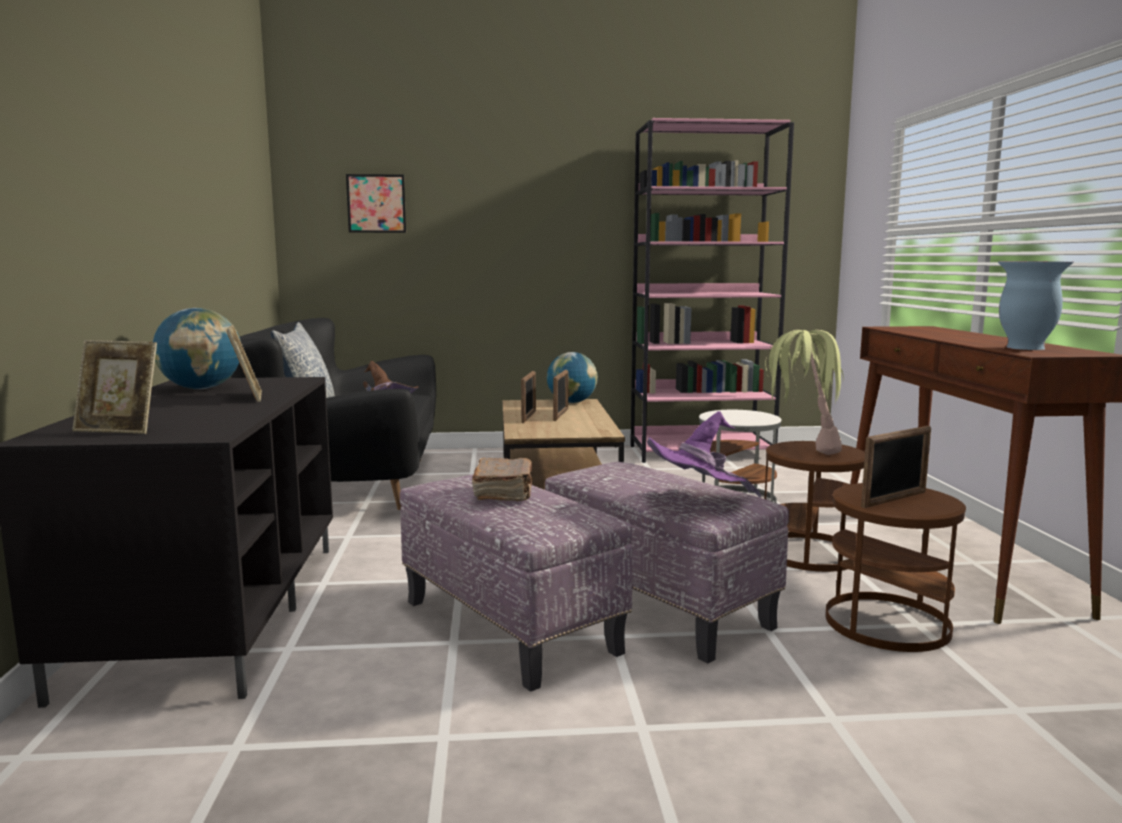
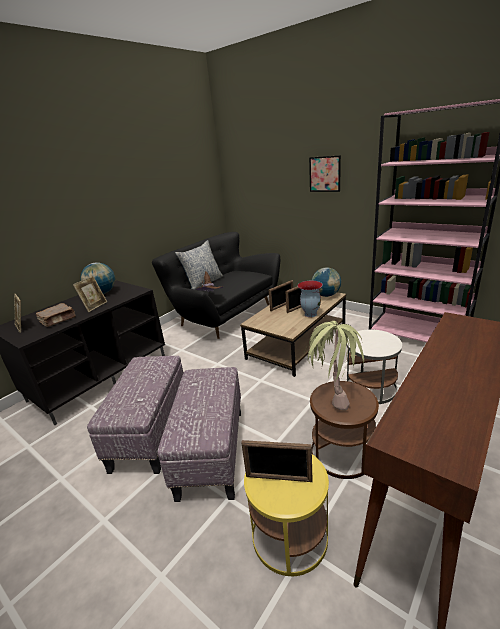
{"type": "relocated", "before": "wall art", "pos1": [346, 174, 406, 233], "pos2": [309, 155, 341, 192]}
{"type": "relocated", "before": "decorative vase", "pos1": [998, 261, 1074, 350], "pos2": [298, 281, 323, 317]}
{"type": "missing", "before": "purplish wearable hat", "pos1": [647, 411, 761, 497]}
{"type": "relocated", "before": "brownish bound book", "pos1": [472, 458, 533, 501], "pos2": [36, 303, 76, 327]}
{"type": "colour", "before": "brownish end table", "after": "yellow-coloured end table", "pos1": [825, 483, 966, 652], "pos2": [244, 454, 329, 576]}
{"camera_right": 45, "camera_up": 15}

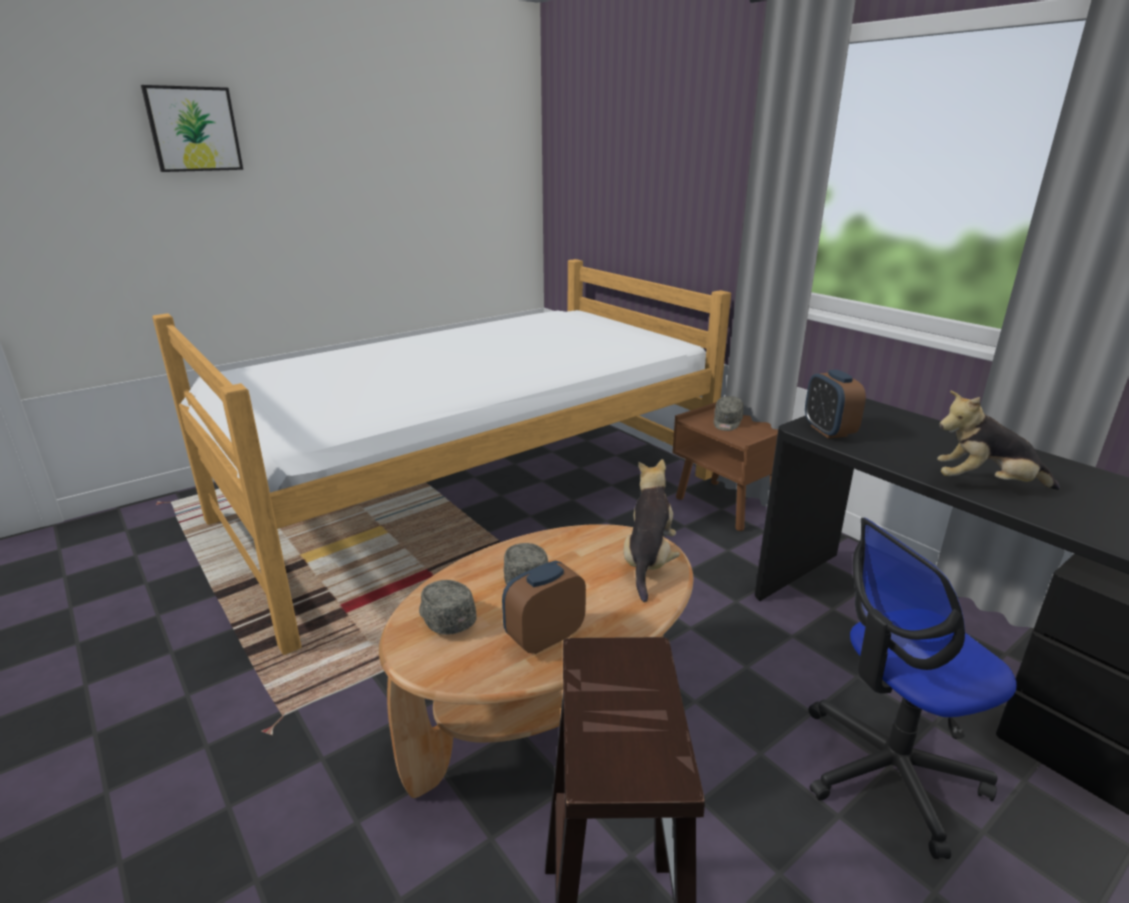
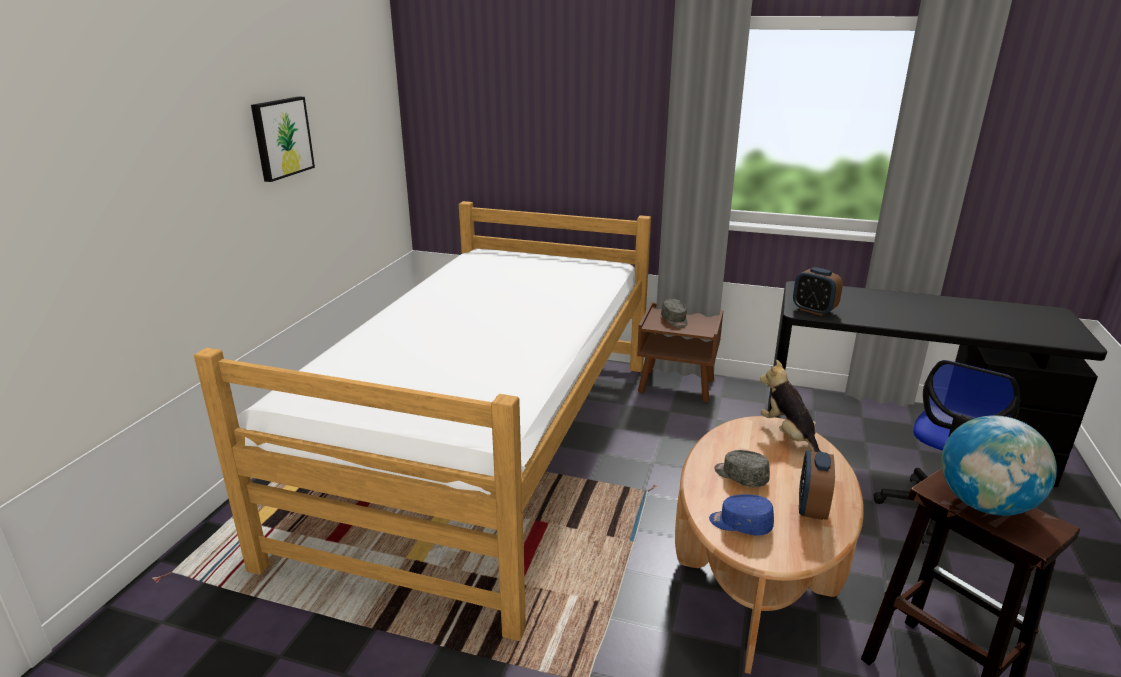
{"type": "relocated", "before": "wall art", "pos1": [141, 85, 243, 172], "pos2": [251, 97, 315, 182]}
{"type": "missing", "before": "plush toy", "pos1": [937, 390, 1060, 490]}
{"type": "colour", "before": "gray peaked cap", "after": "bluish peaked cap", "pos1": [419, 580, 477, 635], "pos2": [709, 494, 774, 536]}
{"type": "appeared", "after": "world globe", "pos2": [941, 415, 1057, 516]}
{"camera_right": -35, "camera_up": 0}

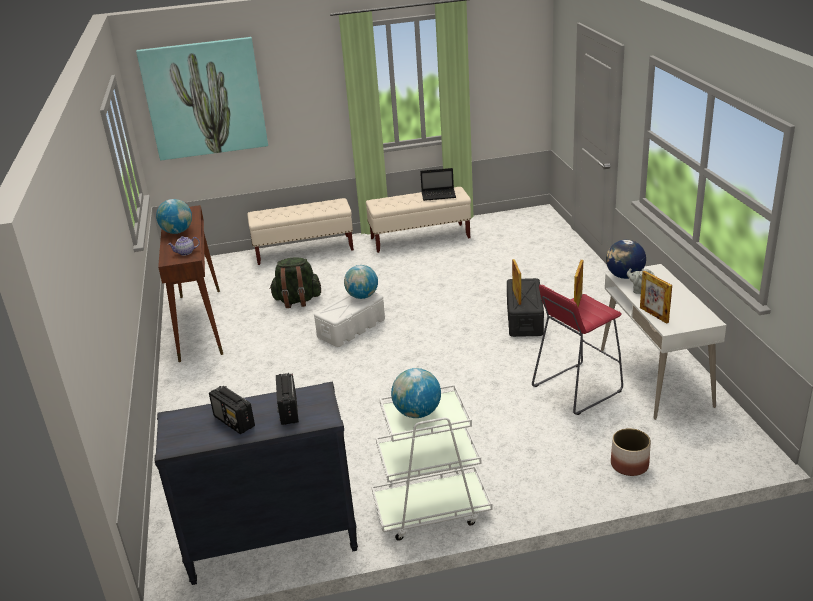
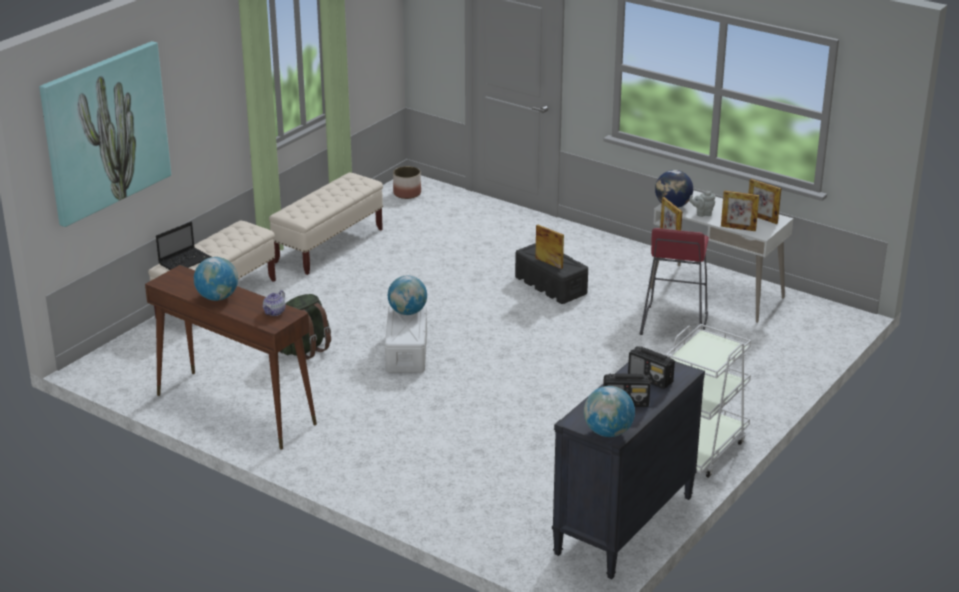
{"type": "relocated", "before": "portable computer", "pos1": [420, 168, 456, 201], "pos2": [156, 222, 211, 270]}
{"type": "relocated", "before": "world globe", "pos1": [391, 368, 441, 418], "pos2": [584, 386, 635, 437]}
{"type": "relocated", "before": "flower pot", "pos1": [611, 428, 651, 476], "pos2": [393, 166, 421, 199]}
{"type": "appeared", "after": "photo frame", "pos2": [748, 179, 781, 224]}
{"camera_right": -45, "camera_up": 0}

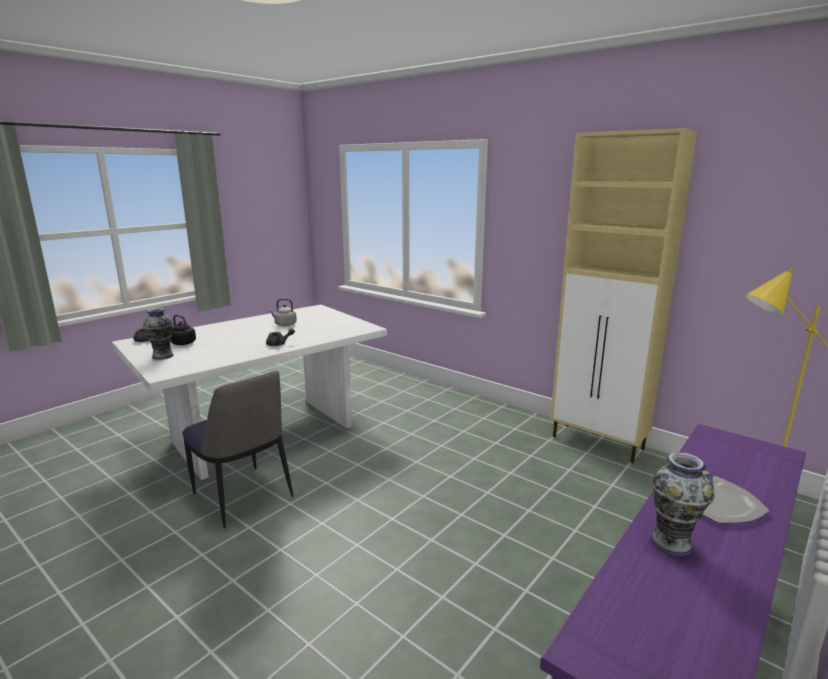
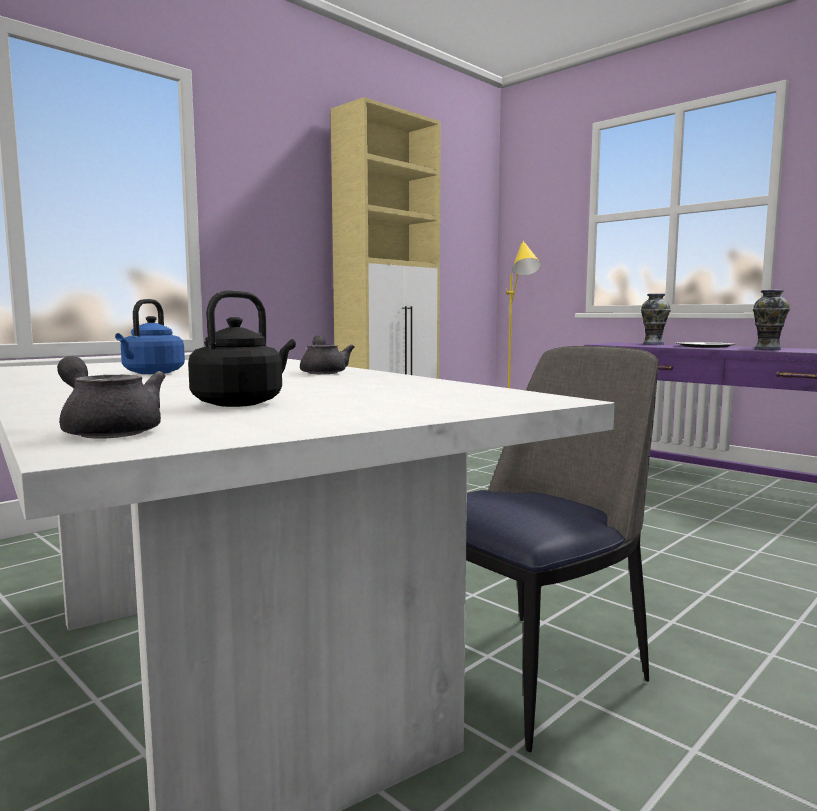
{"type": "colour", "before": "gray tea kettle", "after": "bluish tea kettle", "pos1": [269, 298, 297, 326], "pos2": [115, 299, 185, 374]}
{"type": "relocated", "before": "decorative vase", "pos1": [143, 308, 174, 360], "pos2": [641, 293, 671, 345]}
{"camera_right": -85, "camera_up": -10}

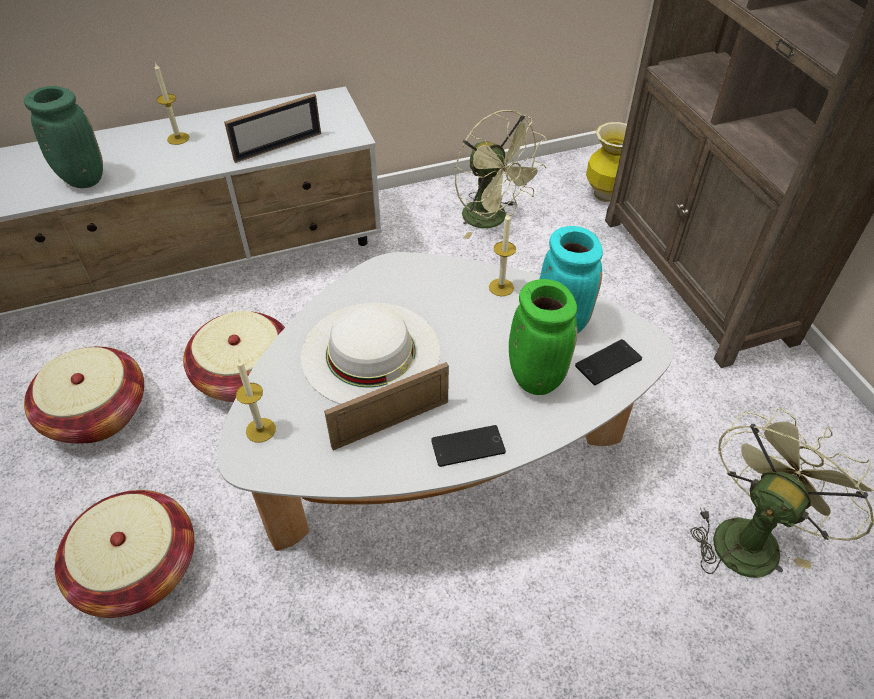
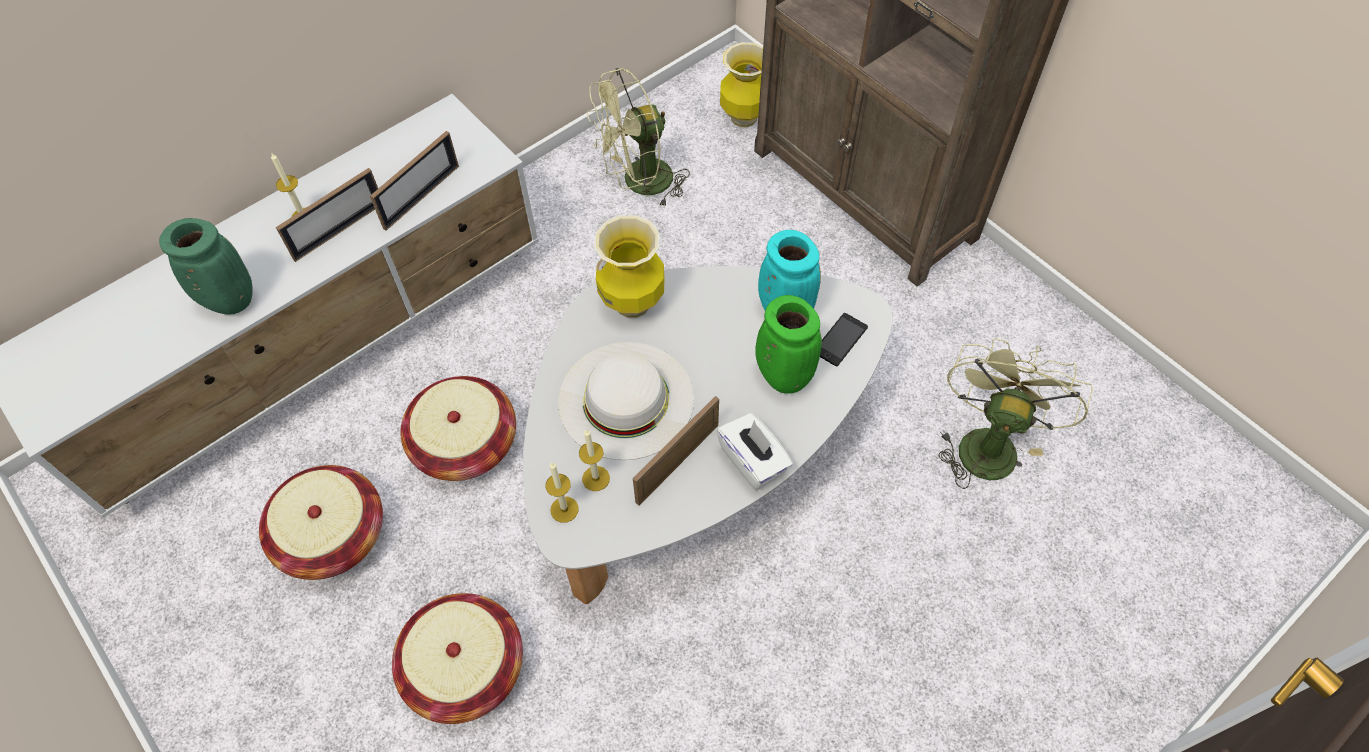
{"type": "spun", "before": "green-coloured fan", "pos1": [455, 110, 546, 239], "pos2": [587, 68, 690, 208], "turn": 120}
{"type": "relocated", "before": "candle", "pos1": [489, 213, 516, 296], "pos2": [579, 429, 610, 491]}
{"type": "exchanged", "before": "handset", "after": "white-coloured box of tissues", "pos1": [431, 425, 506, 467], "pos2": [716, 413, 793, 490]}
{"type": "appeared", "after": "photo frame", "pos2": [276, 168, 378, 262]}
{"type": "appeared", "after": "decorative vase", "pos2": [594, 215, 664, 318]}
{"camera_right": -20, "camera_up": 10}

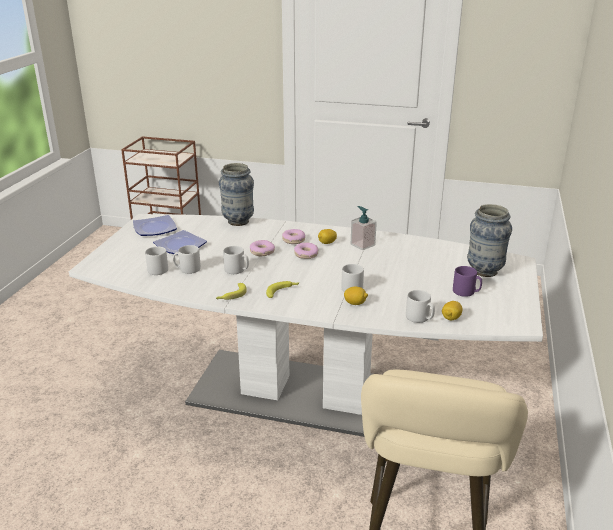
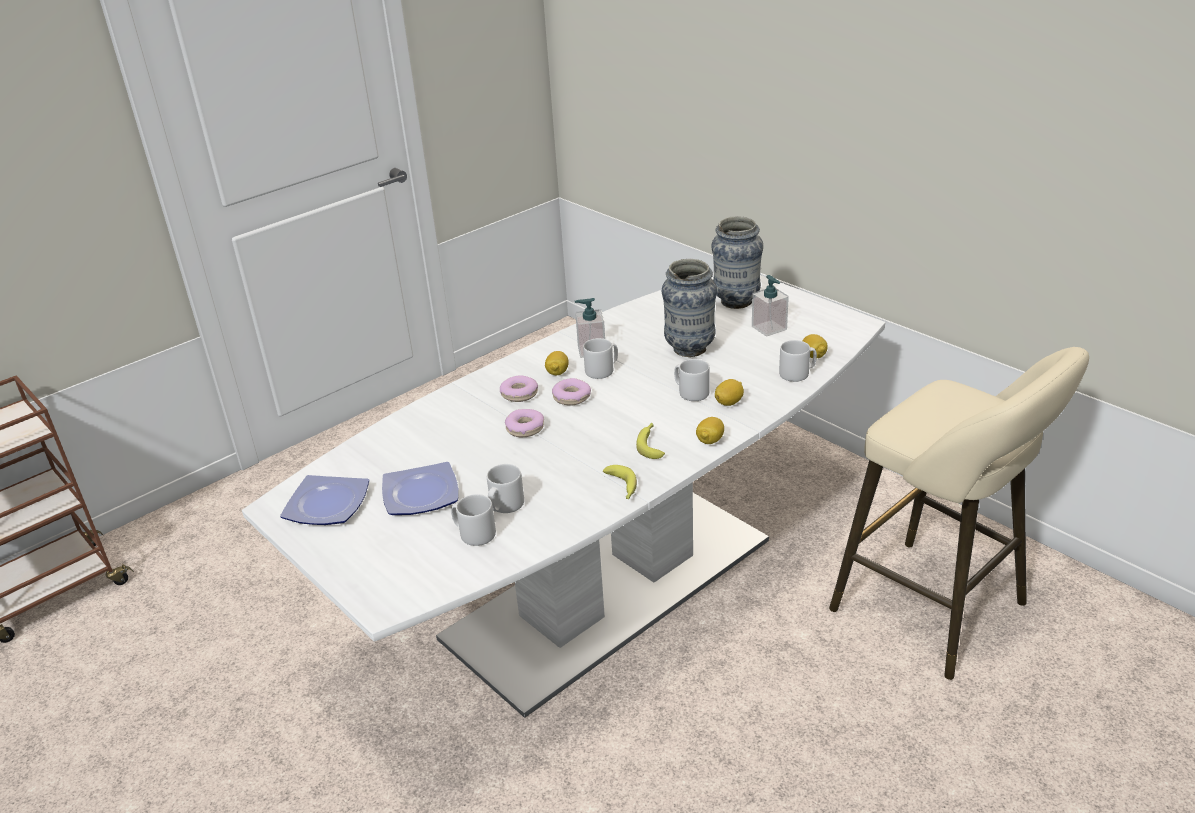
{"type": "relocated", "before": "decorative vase", "pos1": [219, 163, 254, 226], "pos2": [662, 259, 717, 357]}
{"type": "relocated", "before": "gray tea mug", "pos1": [223, 246, 249, 274], "pos2": [583, 338, 618, 379]}
{"type": "exchanged", "before": "purplish tea mug", "after": "liquid soap bottle", "pos1": [453, 266, 482, 297], "pos2": [752, 275, 789, 337]}
{"type": "appeared", "after": "lemon", "pos2": [696, 417, 724, 444]}
{"camera_right": -55, "camera_up": 5}

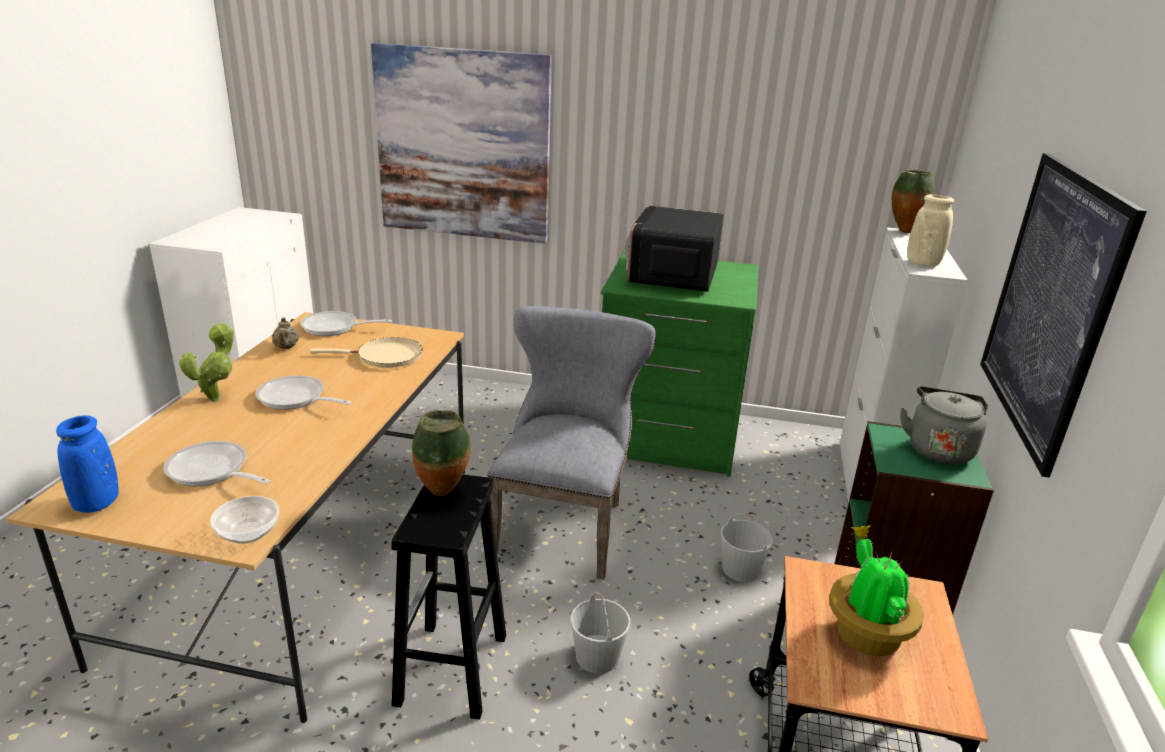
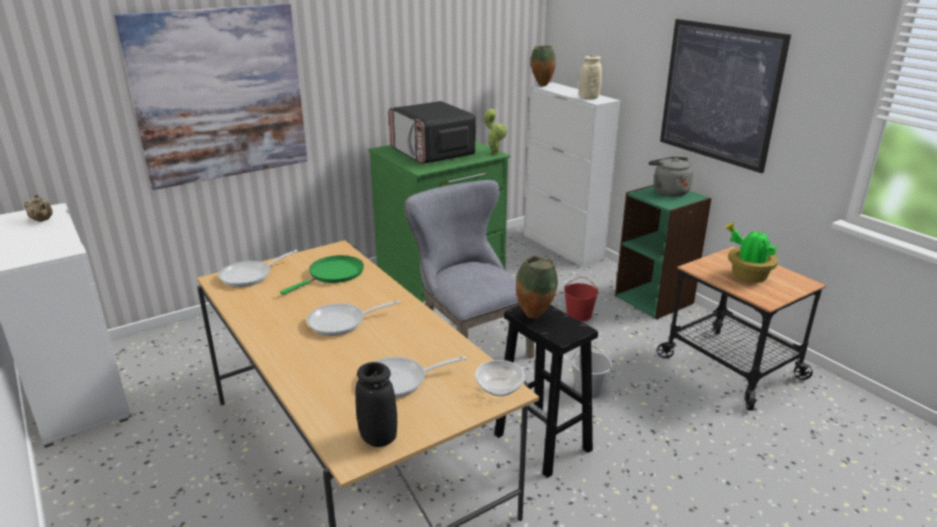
{"type": "relocated", "before": "beige pot for tea", "pos1": [272, 317, 299, 349], "pos2": [24, 194, 53, 222]}
{"type": "relocated", "before": "houseplant", "pos1": [179, 323, 234, 402], "pos2": [484, 109, 507, 154]}
{"type": "colour", "before": "beige frying pan", "after": "green-coloured frying pan", "pos1": [310, 337, 423, 368], "pos2": [280, 255, 364, 295]}
{"type": "colour", "before": "bluish decorative vase", "after": "black-coloured decorative vase", "pos1": [56, 415, 119, 513], "pos2": [355, 362, 397, 447]}
{"type": "colour", "before": "white-coloured pail", "after": "red-coloured pail", "pos1": [721, 513, 773, 582], "pos2": [564, 276, 598, 321]}
{"camera_right": -45, "camera_up": 0}

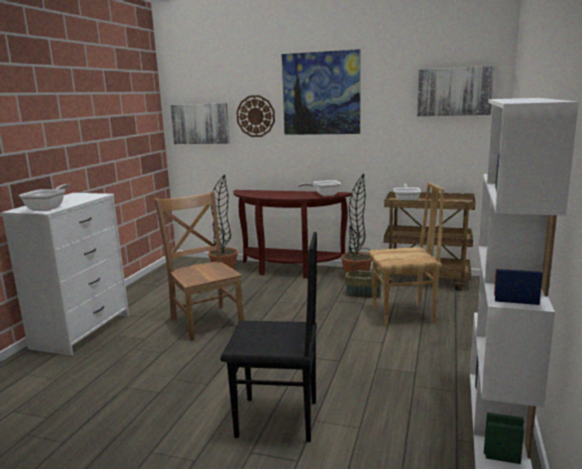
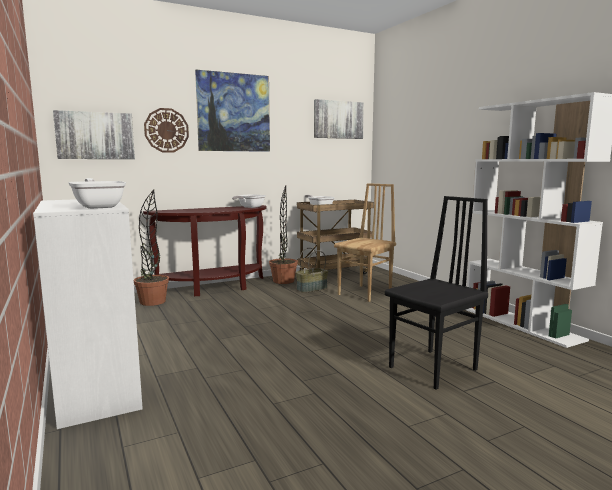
{"type": "missing", "before": "brownish chair", "pos1": [154, 191, 244, 341]}
{"camera_right": -45, "camera_up": -5}

